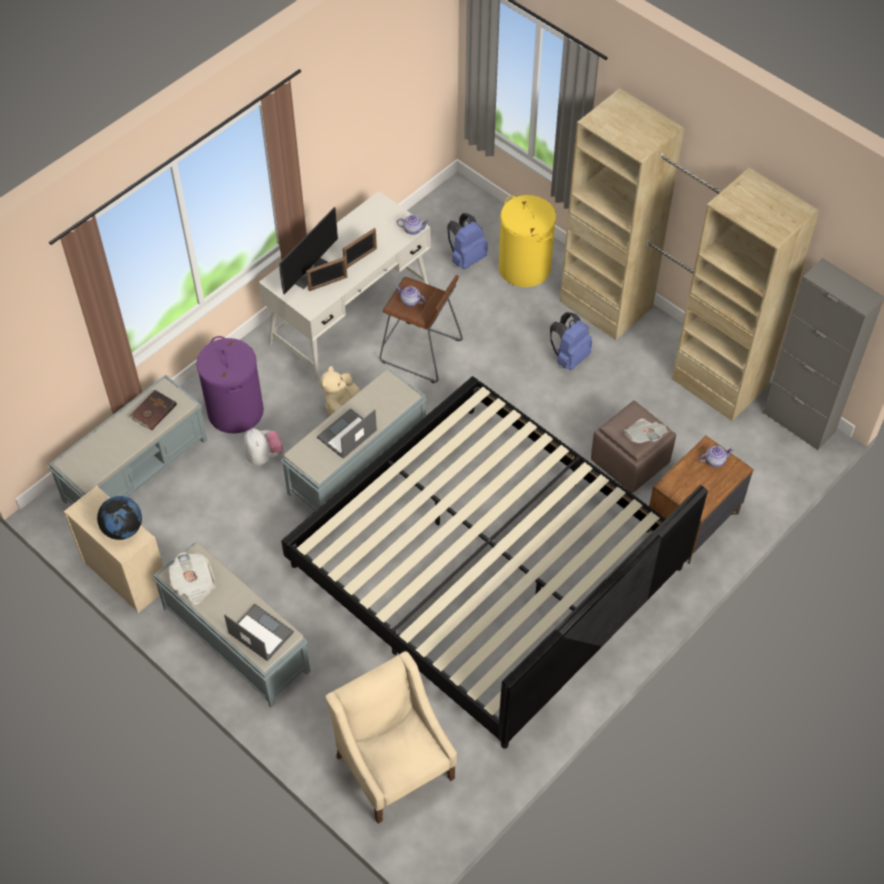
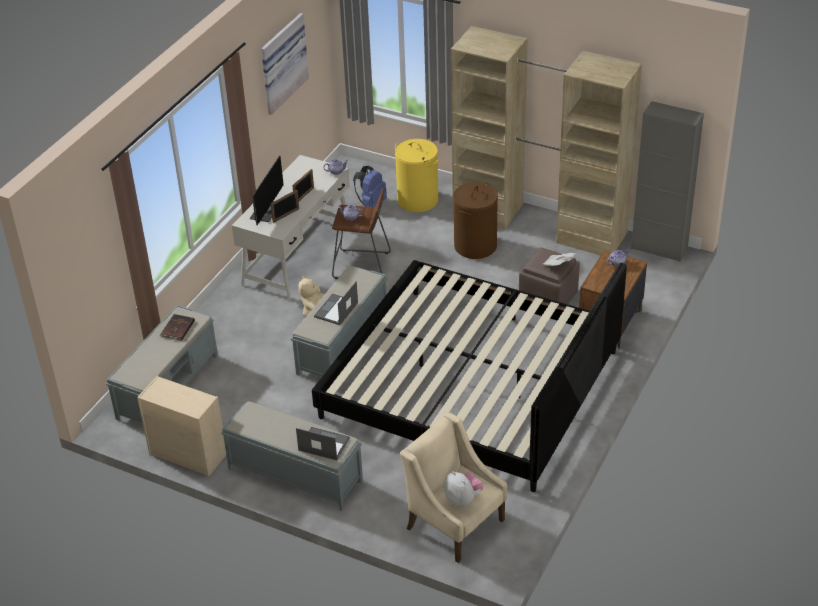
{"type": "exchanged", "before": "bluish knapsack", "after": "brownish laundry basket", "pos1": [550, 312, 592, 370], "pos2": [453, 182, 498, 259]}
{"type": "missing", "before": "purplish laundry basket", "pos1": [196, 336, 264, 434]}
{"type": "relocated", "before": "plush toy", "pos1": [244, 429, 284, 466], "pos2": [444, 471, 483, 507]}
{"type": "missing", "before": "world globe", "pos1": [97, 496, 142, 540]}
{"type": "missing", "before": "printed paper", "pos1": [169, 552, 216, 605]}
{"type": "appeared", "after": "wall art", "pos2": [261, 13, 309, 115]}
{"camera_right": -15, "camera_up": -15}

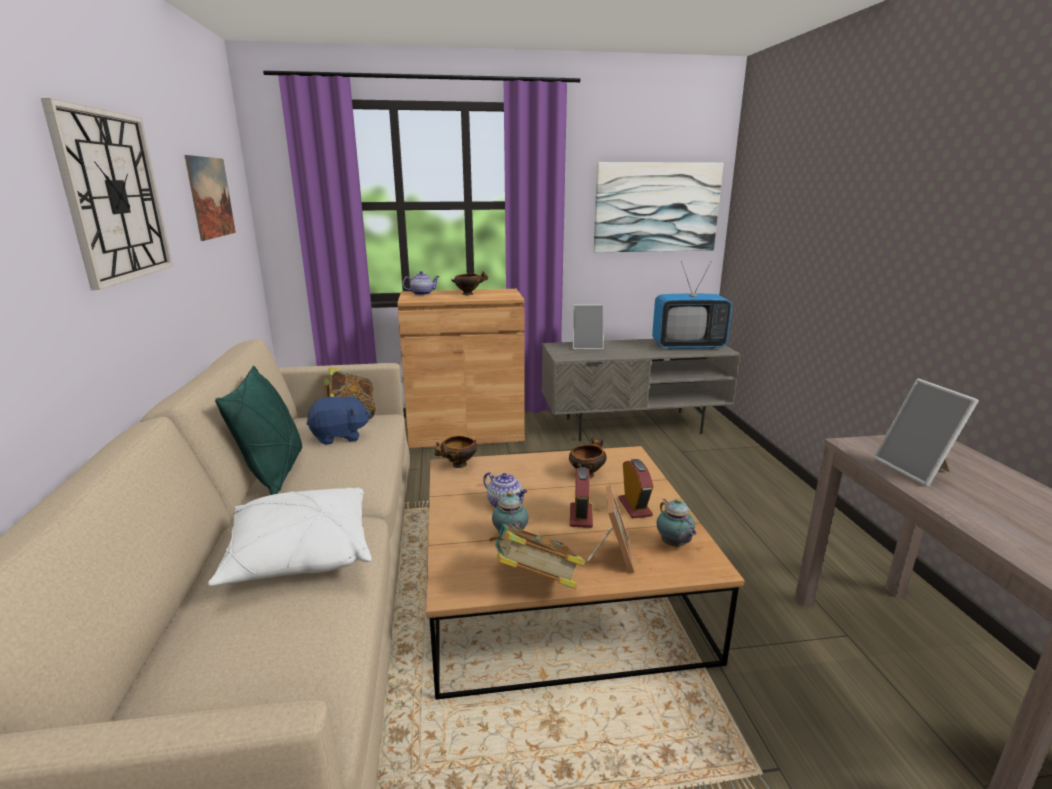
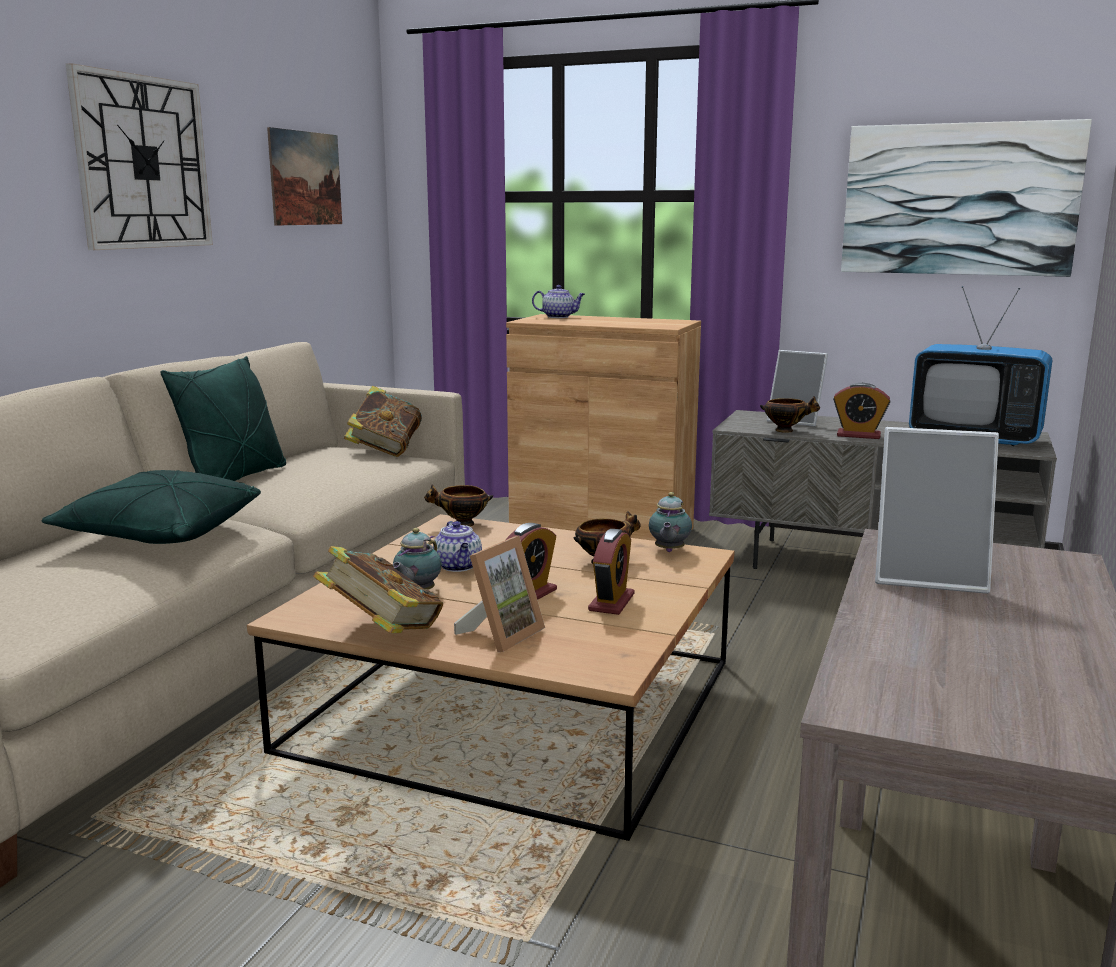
{"type": "relocated", "before": "deep dish", "pos1": [451, 271, 488, 295], "pos2": [760, 396, 820, 433]}
{"type": "spun", "before": "photo frame", "pos1": [874, 379, 979, 486], "pos2": [875, 427, 999, 594], "turn": -90}
{"type": "missing", "before": "bluish plush toy", "pos1": [306, 394, 372, 445]}
{"type": "colour", "before": "white-coloured throw pillow", "after": "green-coloured throw pillow", "pos1": [208, 488, 372, 586], "pos2": [42, 470, 261, 544]}
{"type": "relocated", "before": "pot for tea", "pos1": [657, 498, 697, 547], "pos2": [649, 492, 692, 552]}
{"type": "appeared", "after": "alarm clock", "pos2": [833, 383, 890, 439]}
{"camera_right": 30, "camera_up": -5}

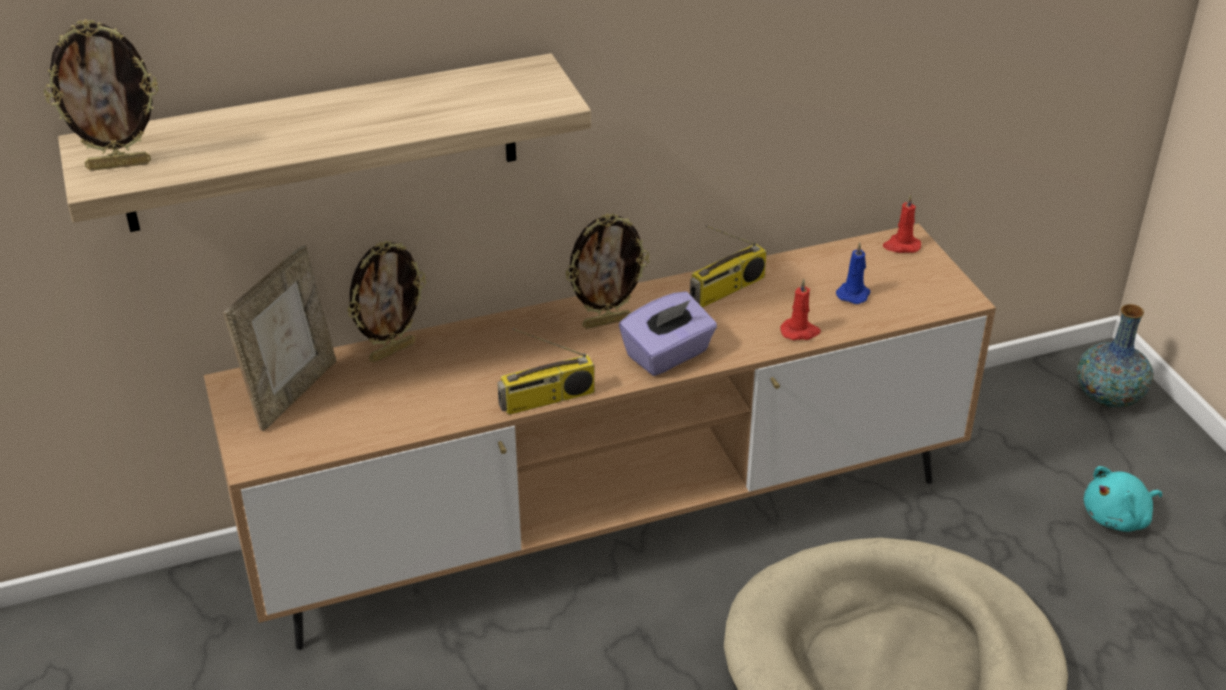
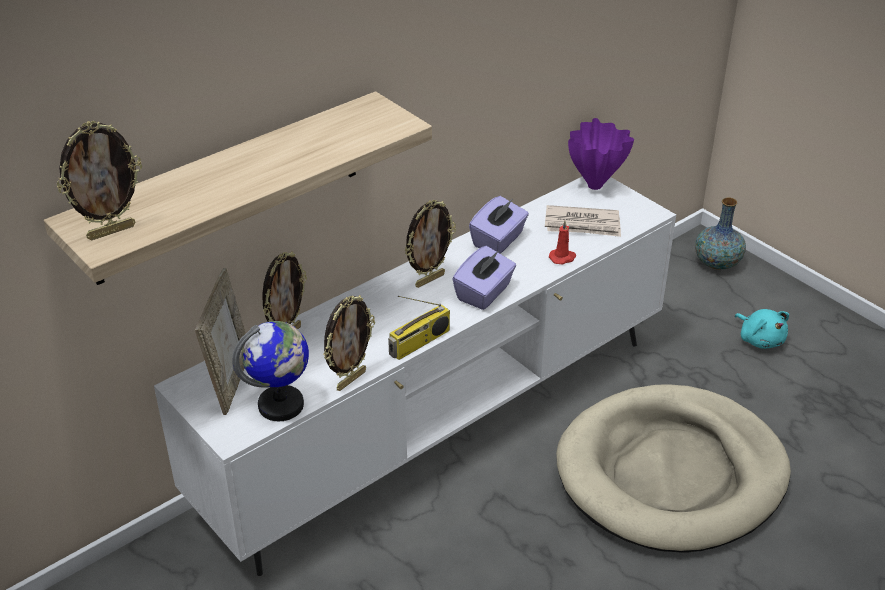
{"type": "exchanged", "before": "red-coloured candle", "after": "purplish decorative vase", "pos1": [883, 194, 921, 253], "pos2": [568, 118, 634, 190]}
{"type": "colour", "before": "brownish tv stand", "after": "white-coloured tv stand", "pos1": [204, 223, 996, 650], "pos2": [154, 176, 676, 576]}
{"type": "exchanged", "before": "radio receiver", "after": "purplish box of tissues", "pos1": [690, 225, 767, 308], "pos2": [469, 196, 529, 254]}
{"type": "exchanged", "before": "bluish candle", "after": "printed paper", "pos1": [836, 242, 870, 304], "pos2": [545, 205, 621, 237]}
{"type": "spun", "before": "blue-green plush toy", "pos1": [1084, 466, 1162, 532], "pos2": [735, 309, 789, 349], "turn": -75}
{"type": "appeared", "after": "photo frame", "pos2": [323, 295, 375, 391]}
{"type": "appeared", "after": "world globe", "pos2": [232, 321, 309, 421]}
{"camera_right": -20, "camera_up": 0}

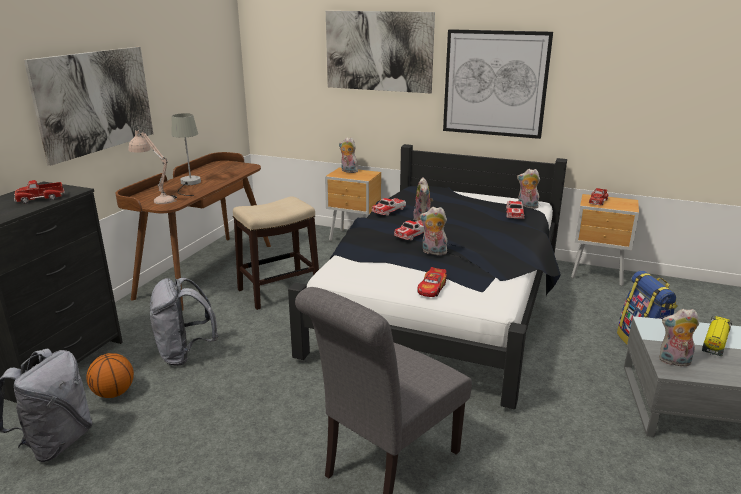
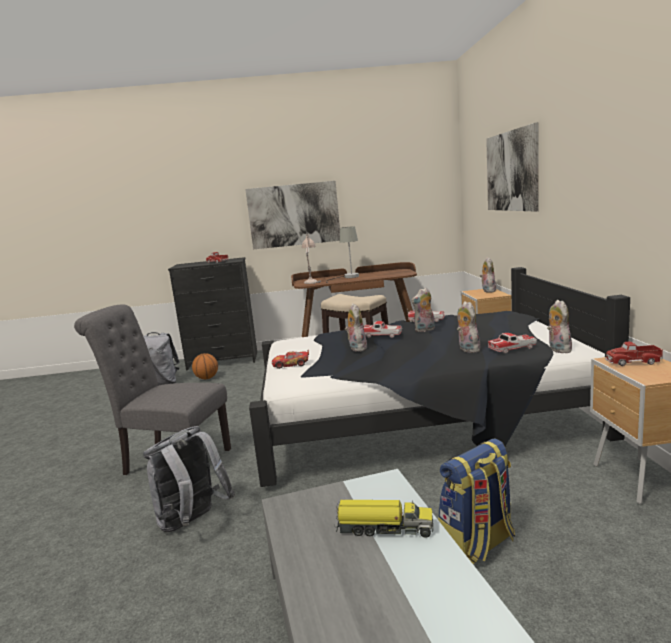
{"type": "missing", "before": "wall art", "pos1": [443, 29, 553, 139]}
{"type": "relocated", "before": "gray knapsack", "pos1": [150, 278, 218, 366], "pos2": [143, 426, 235, 532]}
{"type": "relocated", "before": "plush toy", "pos1": [659, 309, 699, 366], "pos2": [457, 301, 480, 353]}
{"camera_right": 65, "camera_up": -10}

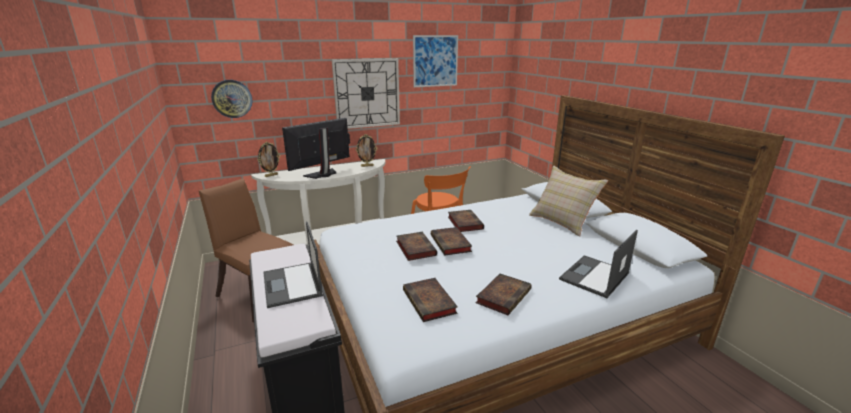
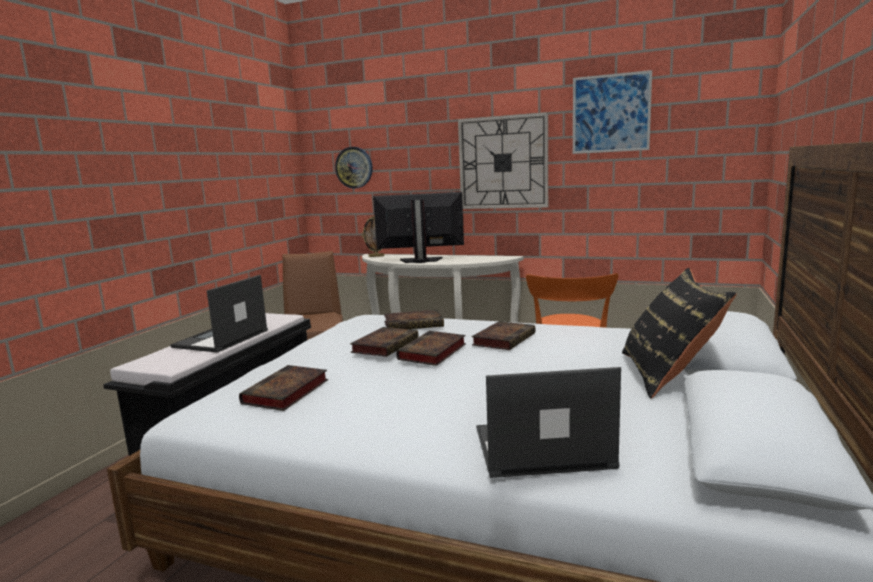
{"type": "missing", "before": "photo frame", "pos1": [356, 134, 377, 167]}
{"type": "colour", "before": "beige throw pillow", "after": "black-coloured throw pillow", "pos1": [529, 166, 608, 237], "pos2": [622, 268, 737, 399]}
{"type": "relocated", "before": "bound book", "pos1": [476, 274, 532, 315], "pos2": [384, 310, 444, 329]}
{"camera_right": 45, "camera_up": -10}

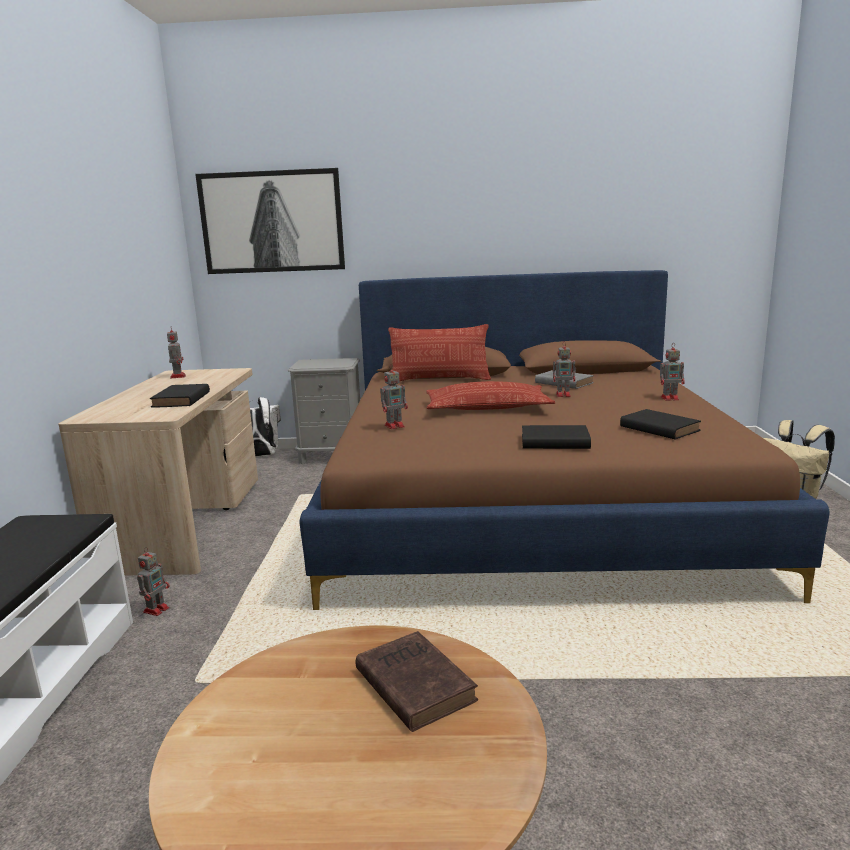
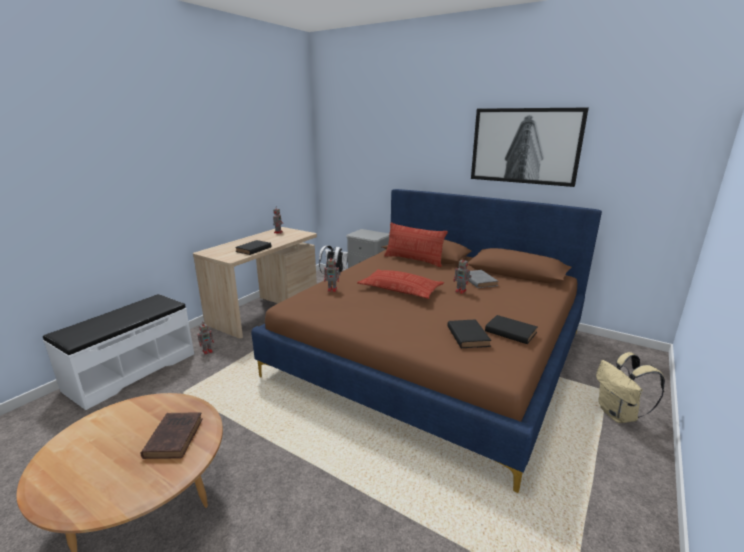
{"type": "relocated", "before": "wall art", "pos1": [195, 168, 345, 274], "pos2": [471, 108, 589, 187]}
{"type": "missing", "before": "model robot", "pos1": [660, 343, 685, 401]}
{"type": "relocated", "before": "black-coloured bound book", "pos1": [522, 425, 591, 449], "pos2": [485, 315, 538, 344]}
{"camera_right": 30, "camera_up": 5}

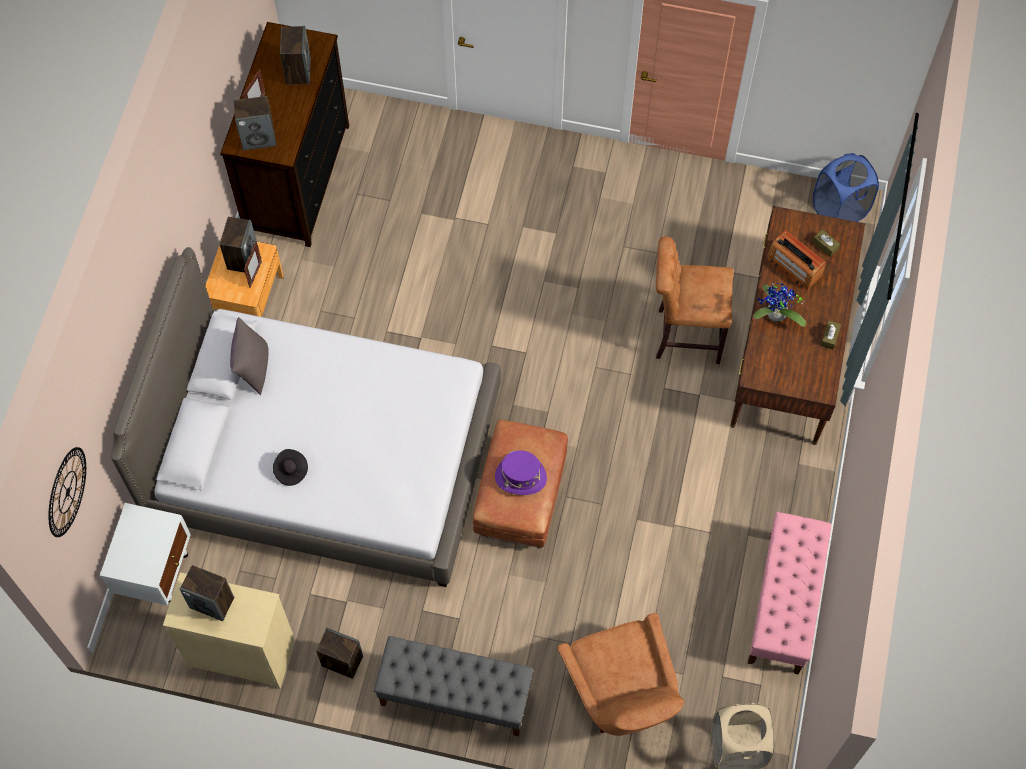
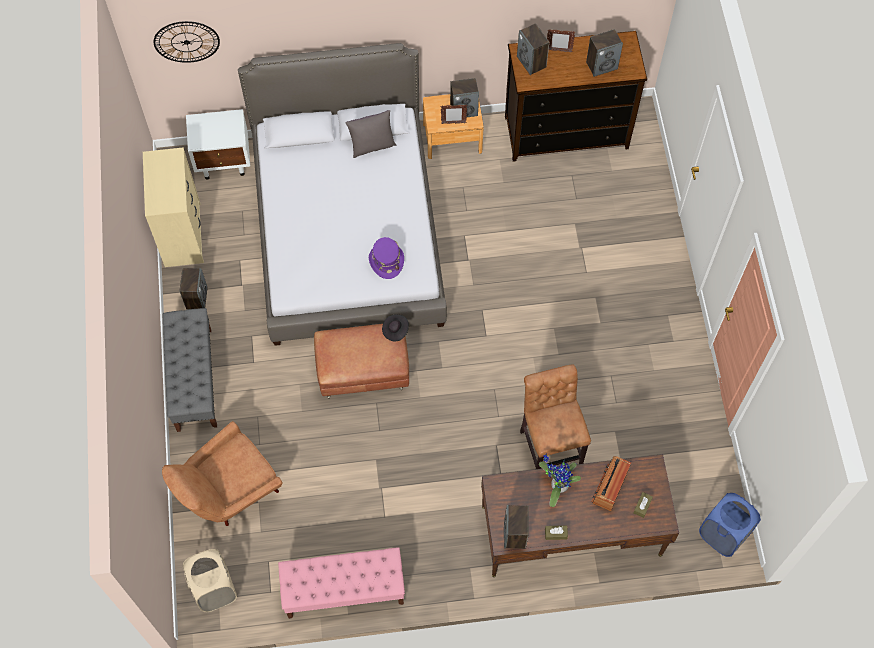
{"type": "relocated", "before": "black-coloured wearable hat", "pos1": [273, 449, 308, 486], "pos2": [382, 315, 409, 341]}
{"type": "relocated", "before": "purplish wearable hat", "pos1": [495, 450, 547, 495], "pos2": [369, 237, 404, 279]}
{"type": "relocated", "before": "speaker", "pos1": [180, 565, 234, 621], "pos2": [504, 505, 529, 549]}
{"camera_right": 70, "camera_up": 0}

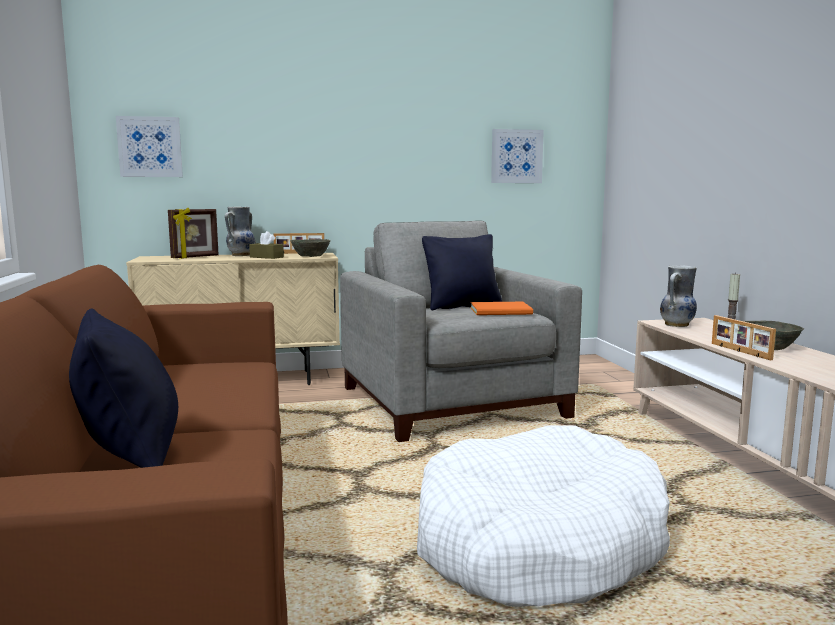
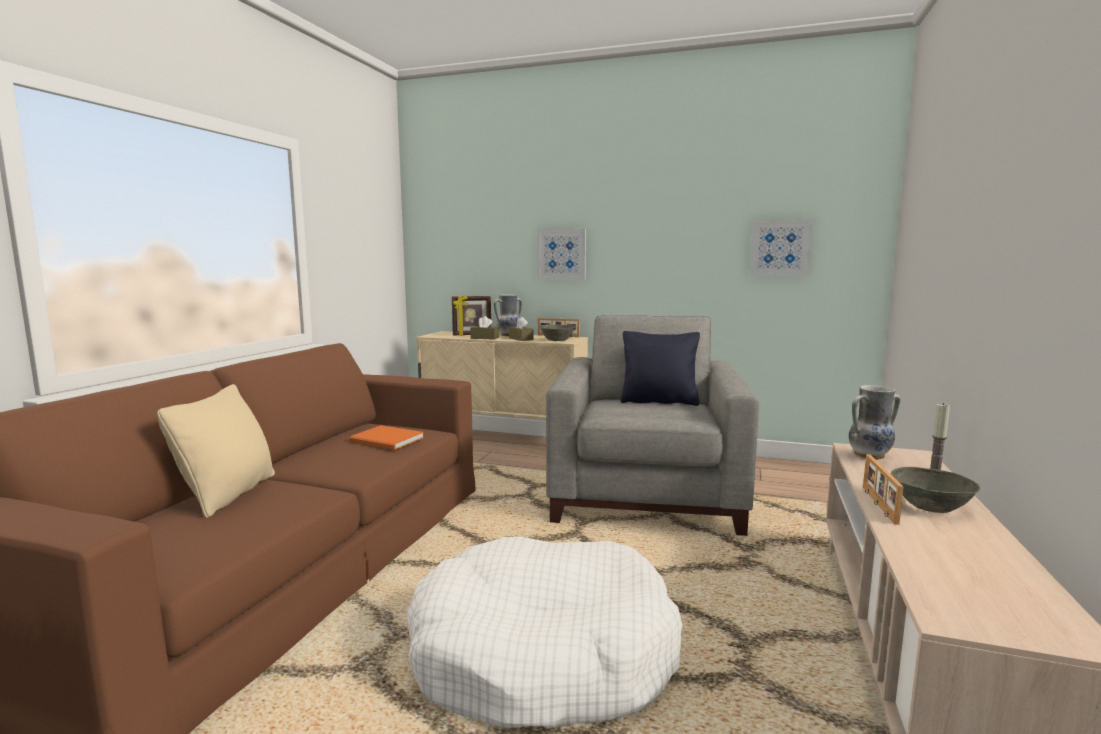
{"type": "relocated", "before": "wall art", "pos1": [116, 116, 183, 177], "pos2": [538, 229, 586, 280]}
{"type": "relocated", "before": "orangey bound book", "pos1": [470, 302, 533, 315], "pos2": [349, 425, 424, 450]}
{"type": "colour", "before": "black-coloured throw pillow", "after": "beige throw pillow", "pos1": [69, 308, 178, 468], "pos2": [157, 384, 275, 518]}
{"type": "appeared", "after": "brownish box of tissues", "pos2": [470, 316, 499, 340]}
{"camera_right": 30, "camera_up": 0}

